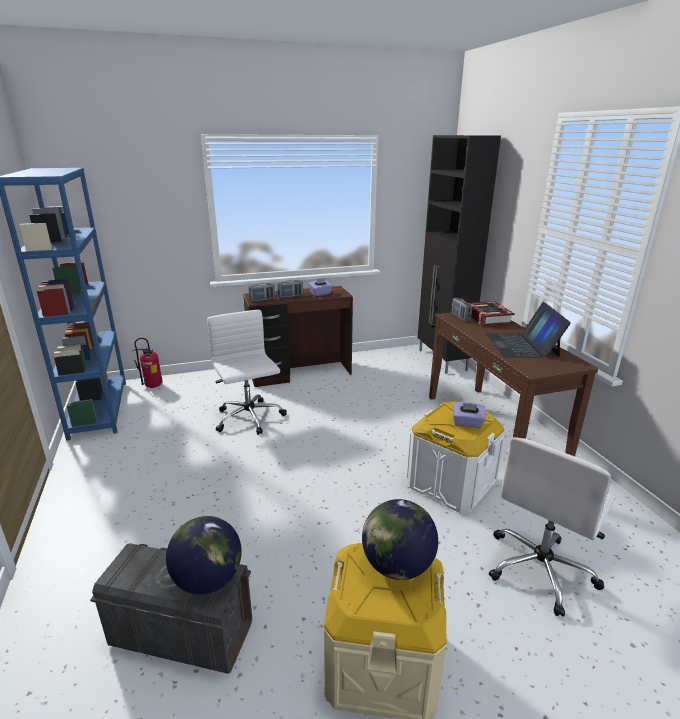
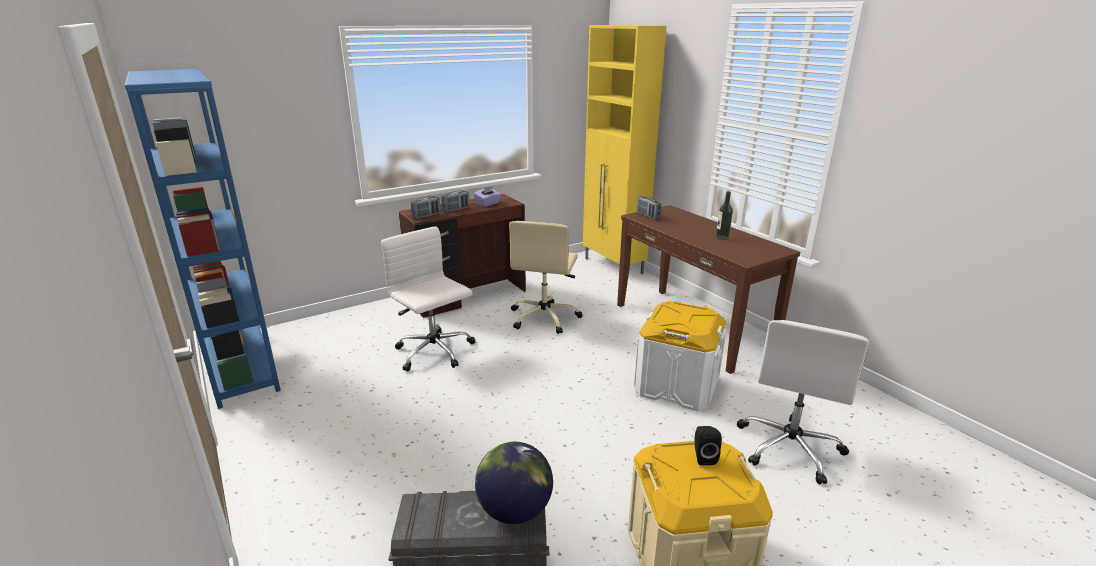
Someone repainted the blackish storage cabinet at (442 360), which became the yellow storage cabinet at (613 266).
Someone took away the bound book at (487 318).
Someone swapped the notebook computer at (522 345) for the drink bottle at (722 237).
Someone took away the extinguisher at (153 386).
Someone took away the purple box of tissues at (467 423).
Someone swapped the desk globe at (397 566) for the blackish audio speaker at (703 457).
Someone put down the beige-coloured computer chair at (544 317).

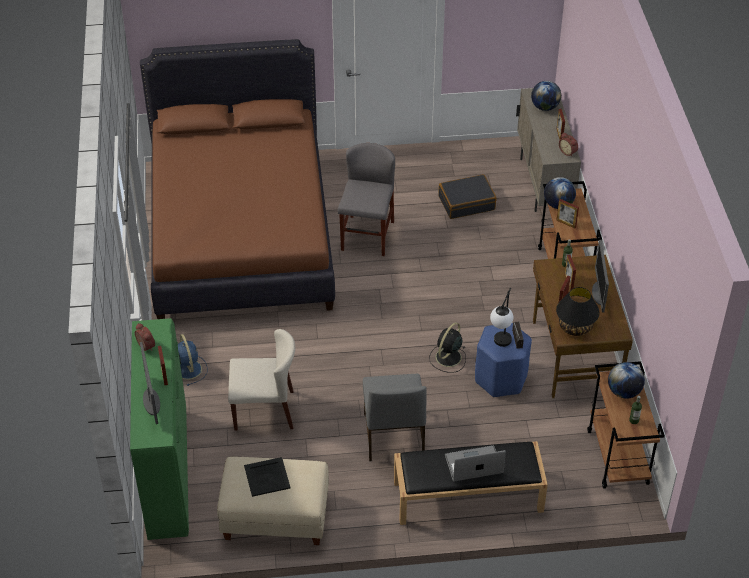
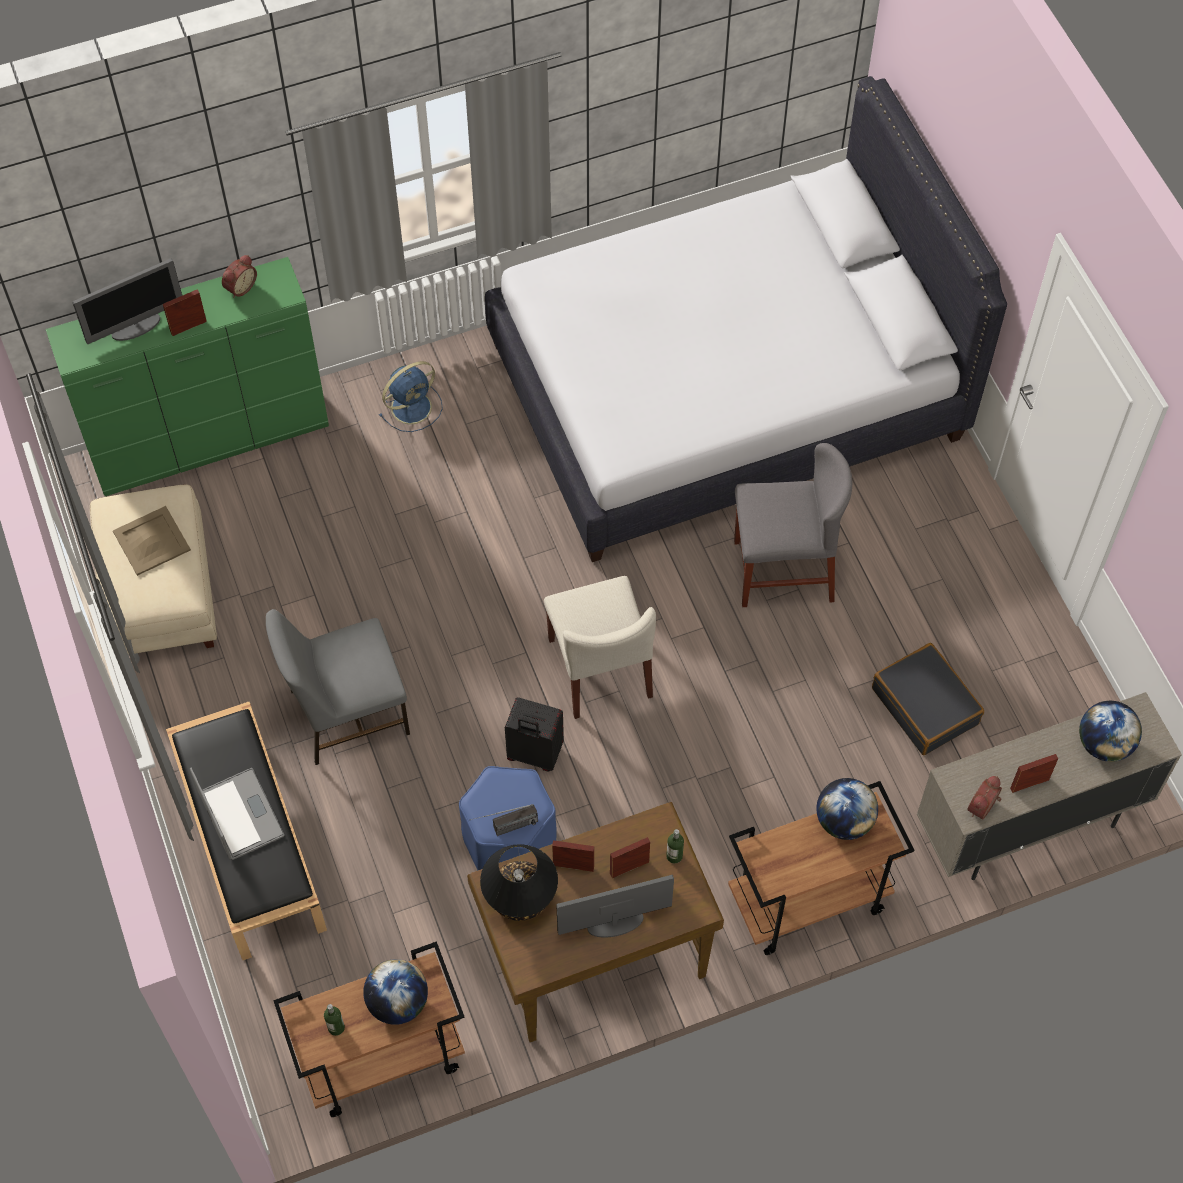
Someone repainted the brownish bedroom bed at (240 233), which became the white-coloured bedroom bed at (725 389).
Someone took away the standing frame at (566 223).
Someone took away the table lamp at (500 345).
Someone swapped the blackish cooling fan at (447 358) for the blackish suitcase at (534 754).
Someone carried the beige-coloured upright chair from (265 410) to (600 668).
Someone repainted the blackish serving tray at (267 477), which became the beige-coloured serving tray at (151 541).

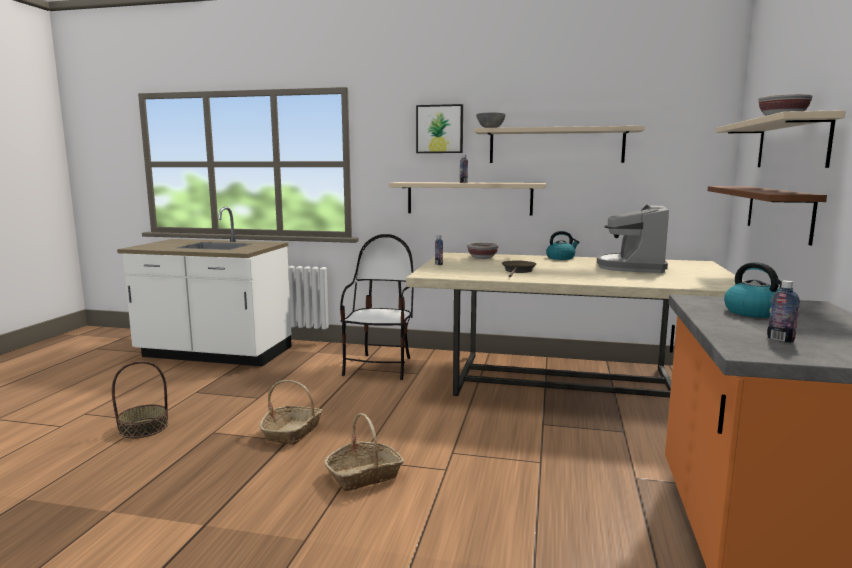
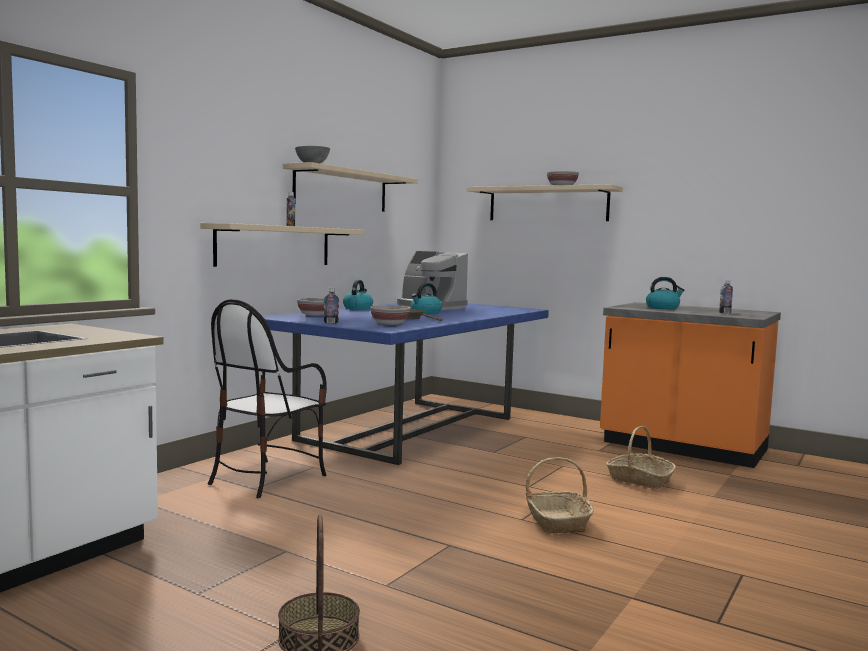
Someone took away the wall art at (440 129).
Someone took away the brownish wall shelf at (778 212).
Someone rotated the upright chair at (380 367) by 90 degrees counterclockwise.
Someone repainted the beige-coloured kitchen table at (566 382), which became the blue-coloured kitchen table at (411 428).
Someone carried the household basket from (292 432) to (639 479).
Someone put down the kettle at (425 312).
Someone put down the deep dish at (389 324).

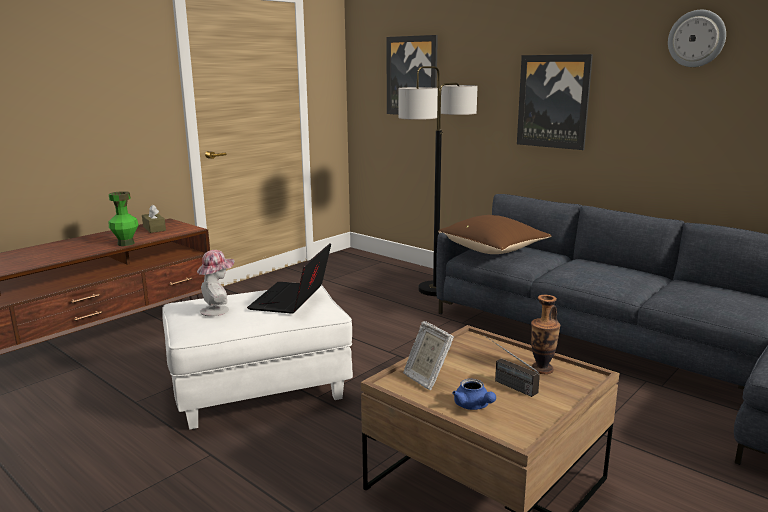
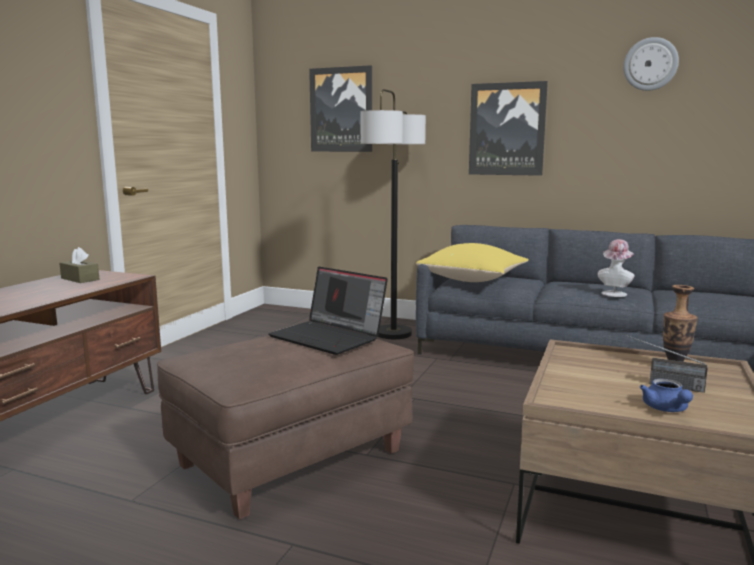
Someone took away the green decorative vase at (126 243).
Someone repainted the brownish pillow at (494 251), which became the yellow pillow at (473 280).
Someone rotated the notebook computer at (292 299) by 45 degrees counterclockwise.
Someone carried the hat from (218 310) to (614 293).
Someone repainted the white-coloured ottoman at (260 391), which became the brownish ottoman at (291 459).
Someone took away the standing frame at (426 378).
Someone rotated the blue-coloured pot for tea at (473 406) by 45 degrees clockwise.

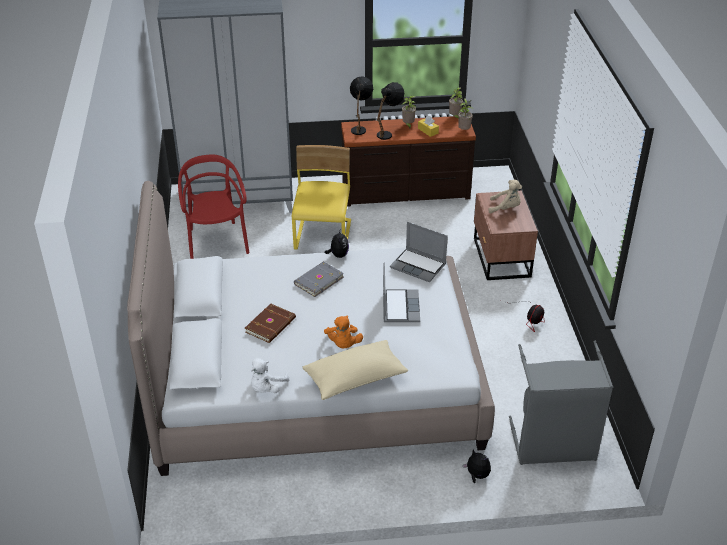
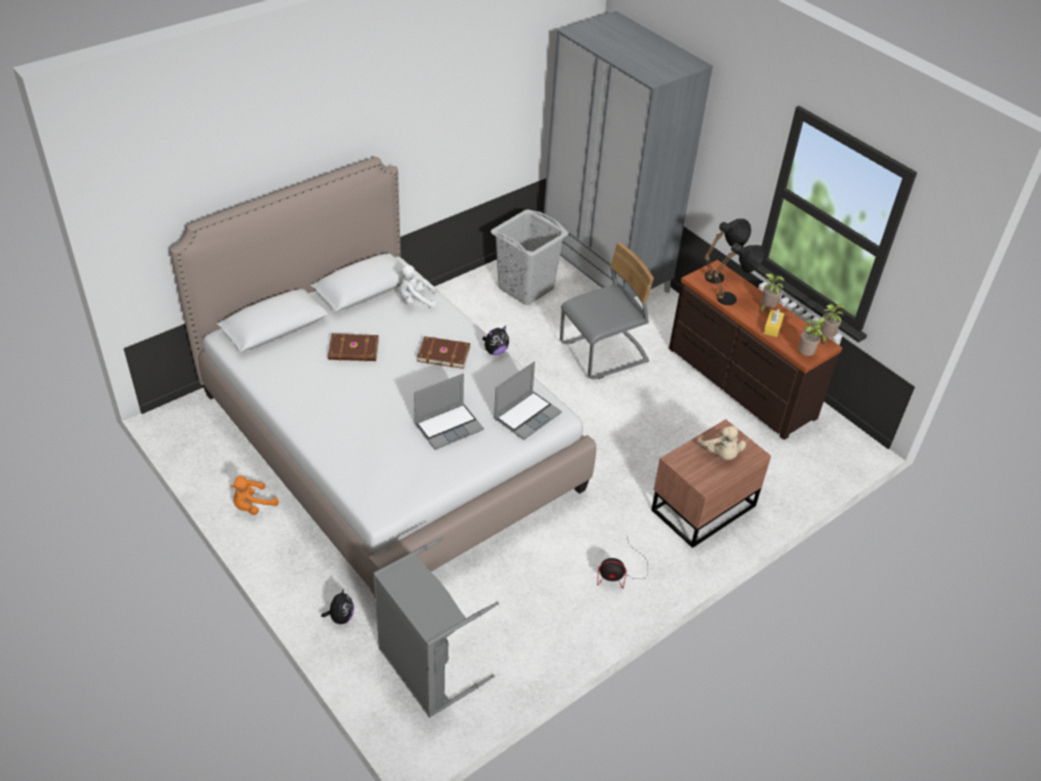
Someone repainted the yellow upright chair at (323 236), which became the grey upright chair at (604 354).
Someone swapped the red-coloured upright chair at (216 242) for the grey hamper at (526 288).
Someone rotated the notebook computer at (419 266) by 135 degrees counterclockwise.
Someone repainted the grey bound book at (318 280), which became the brownish bound book at (443 353).
Someone carried the orangey soft toy from (343 344) to (253 506).
Someone took away the beige-coloured pillow at (355 379).
Someone carried the white-coloured soft toy from (266 388) to (416 301).

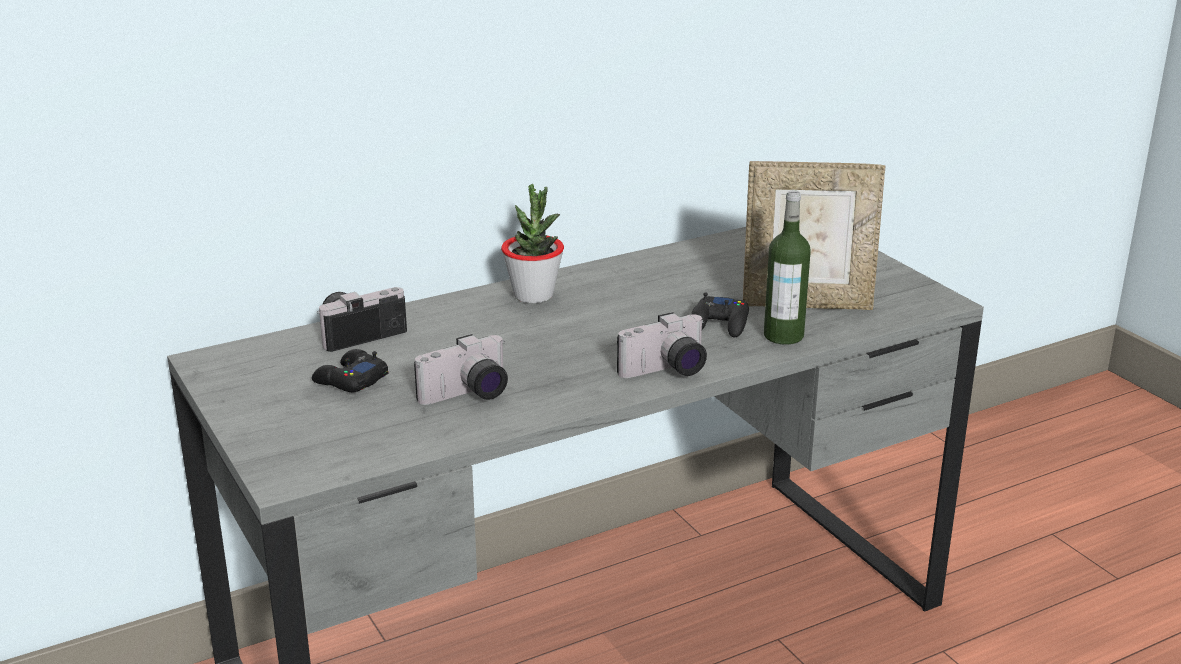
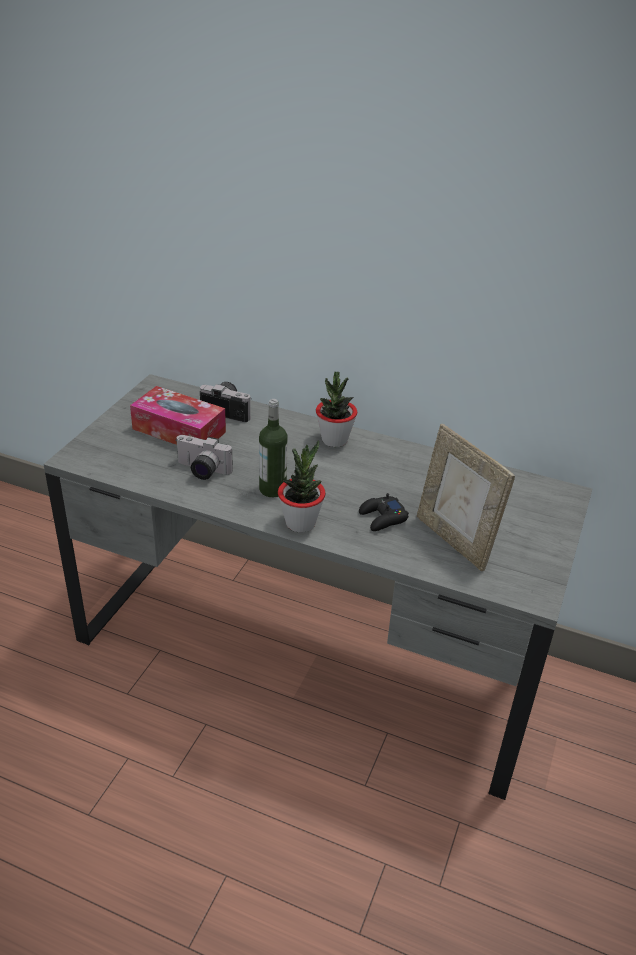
Someone carried the drink bottle from (783 336) to (272 489).
Someone swapped the photo camera at (666 371) for the plant in a pot at (300 523).
Someone swapped the blackish game controller at (350 380) for the box of tissues at (179 430).

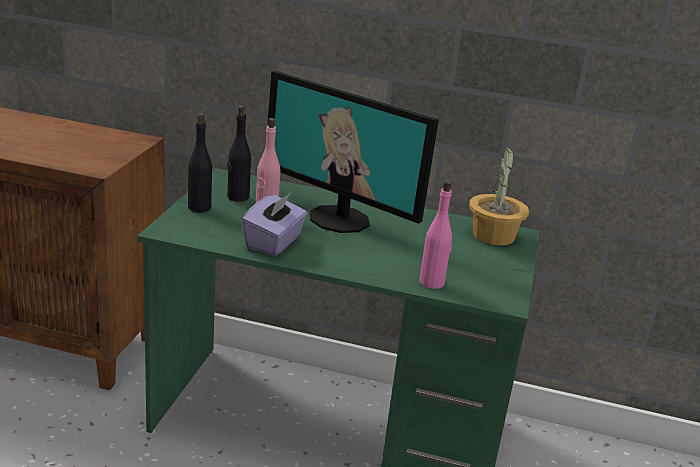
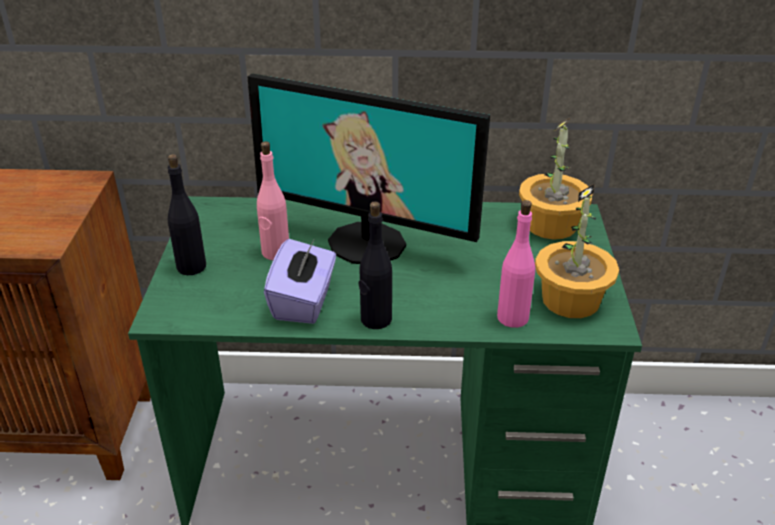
Someone carried the blackish drink bottle from (237 197) to (375 319).
Someone put down the plant in a pot at (572 300).

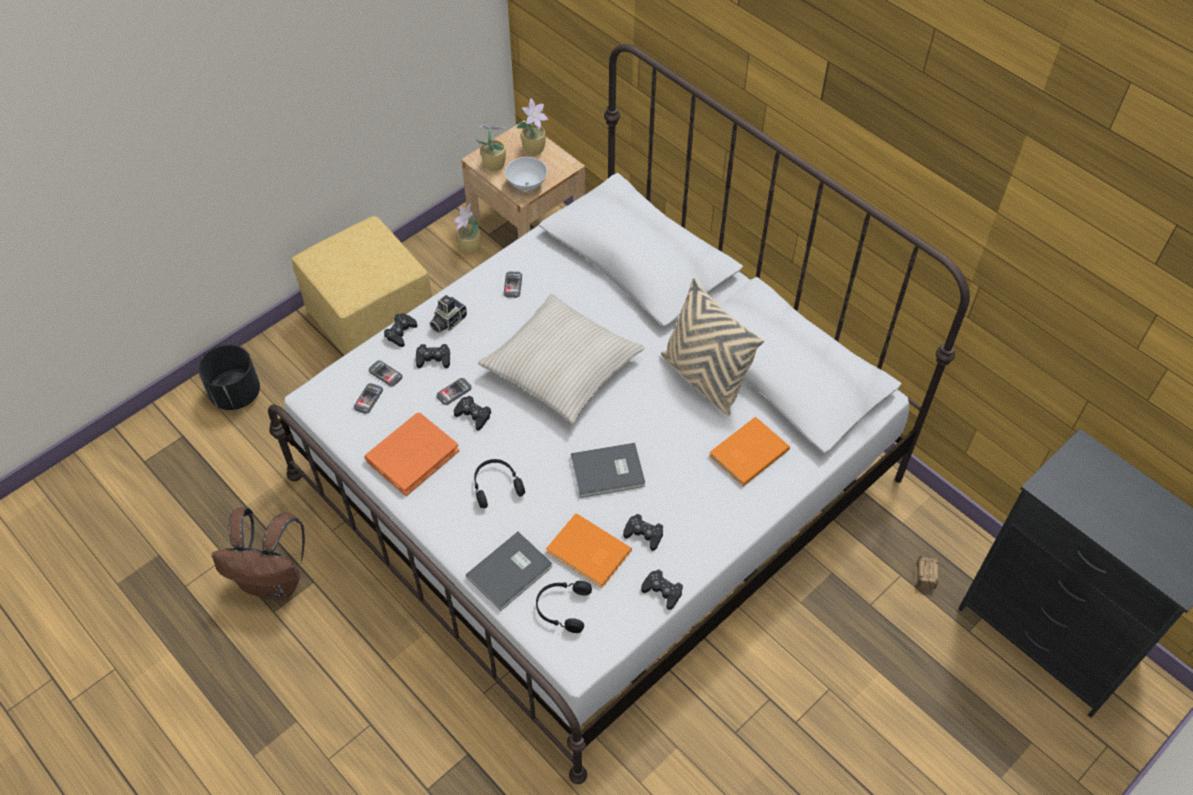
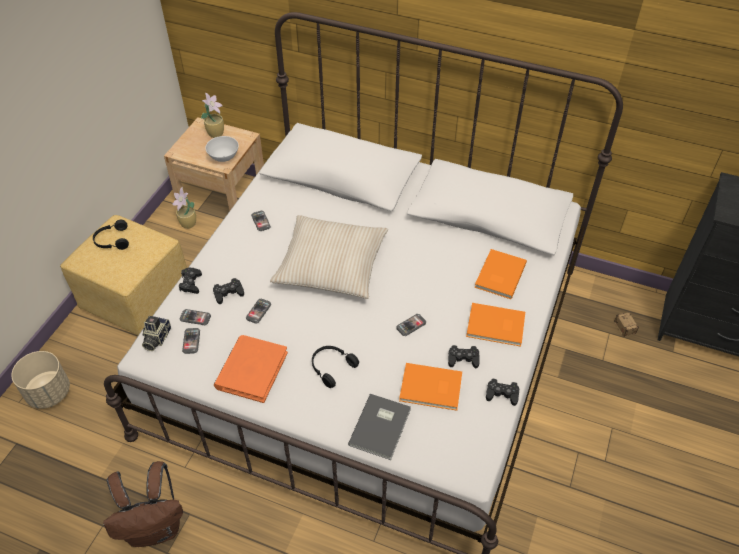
Someone took away the plant in a pot at (493 164).
Someone took away the beige-coloured pillow at (704 378).
Someone carried the photo camera from (447 321) to (156 338).
Someone repainted the blackish plant pot at (235 394), which became the beige-coloured plant pot at (48 393).
Someone took away the blackish game controller at (473 415).
Someone swapped the grey bound book at (609 473) for the telephone at (411 325).
Someone carried the blackish headphones from (562 608) to (112 240).
Someone put down the orangey bound book at (496 327).

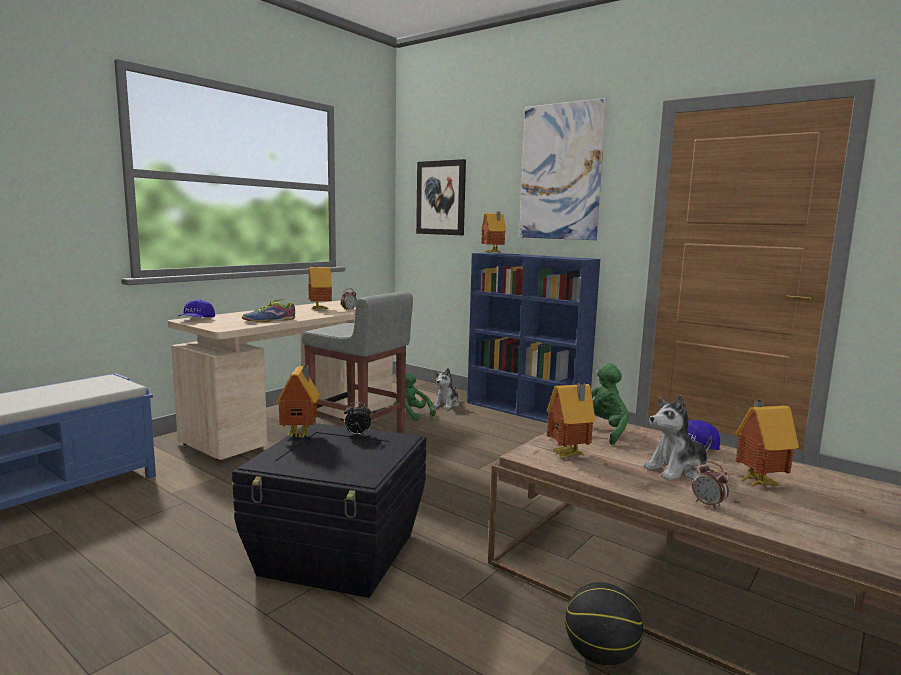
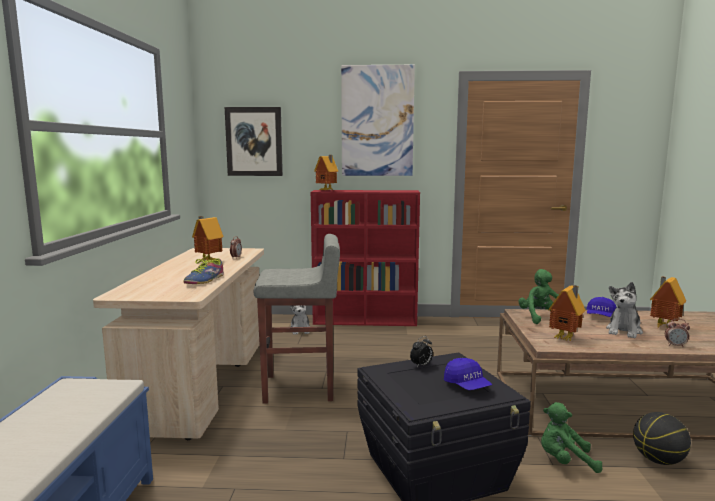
Someone repainted the blue-coloured bookcase at (526 411), which became the red-coloured bookcase at (366 321).
Someone carried the blue-coloured cap from (196 320) to (467 386).
Someone took away the miniature house at (301 435).
Someone carried the green soft toy from (411 415) to (565 461).

